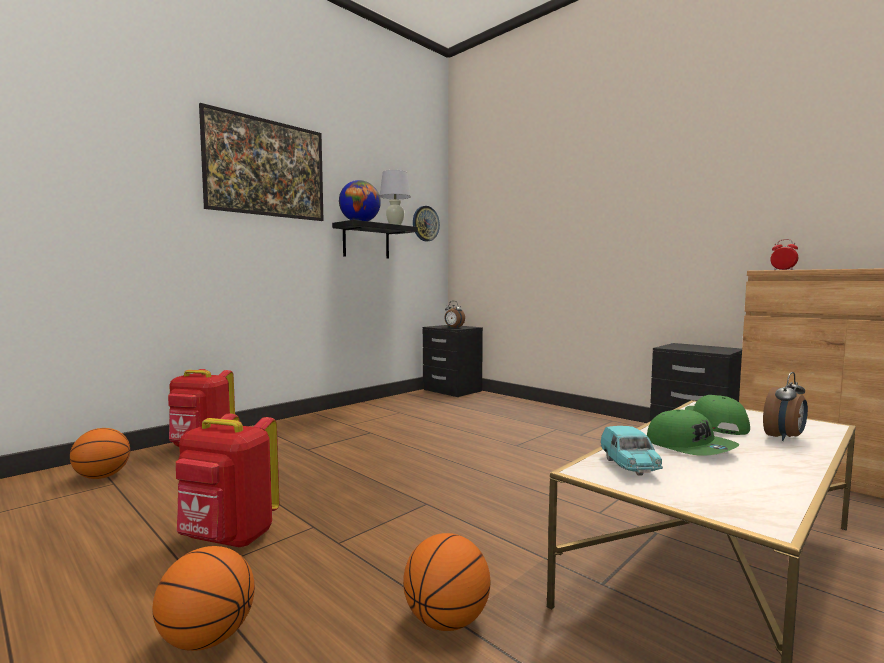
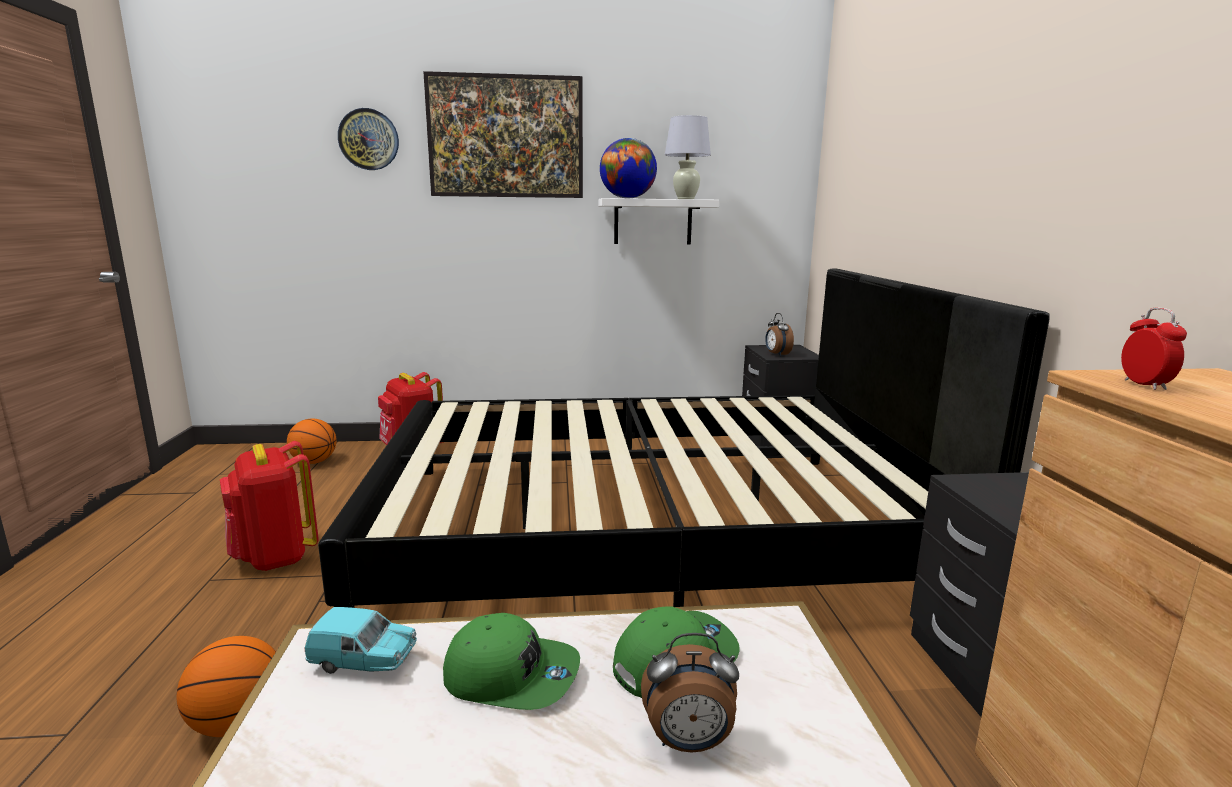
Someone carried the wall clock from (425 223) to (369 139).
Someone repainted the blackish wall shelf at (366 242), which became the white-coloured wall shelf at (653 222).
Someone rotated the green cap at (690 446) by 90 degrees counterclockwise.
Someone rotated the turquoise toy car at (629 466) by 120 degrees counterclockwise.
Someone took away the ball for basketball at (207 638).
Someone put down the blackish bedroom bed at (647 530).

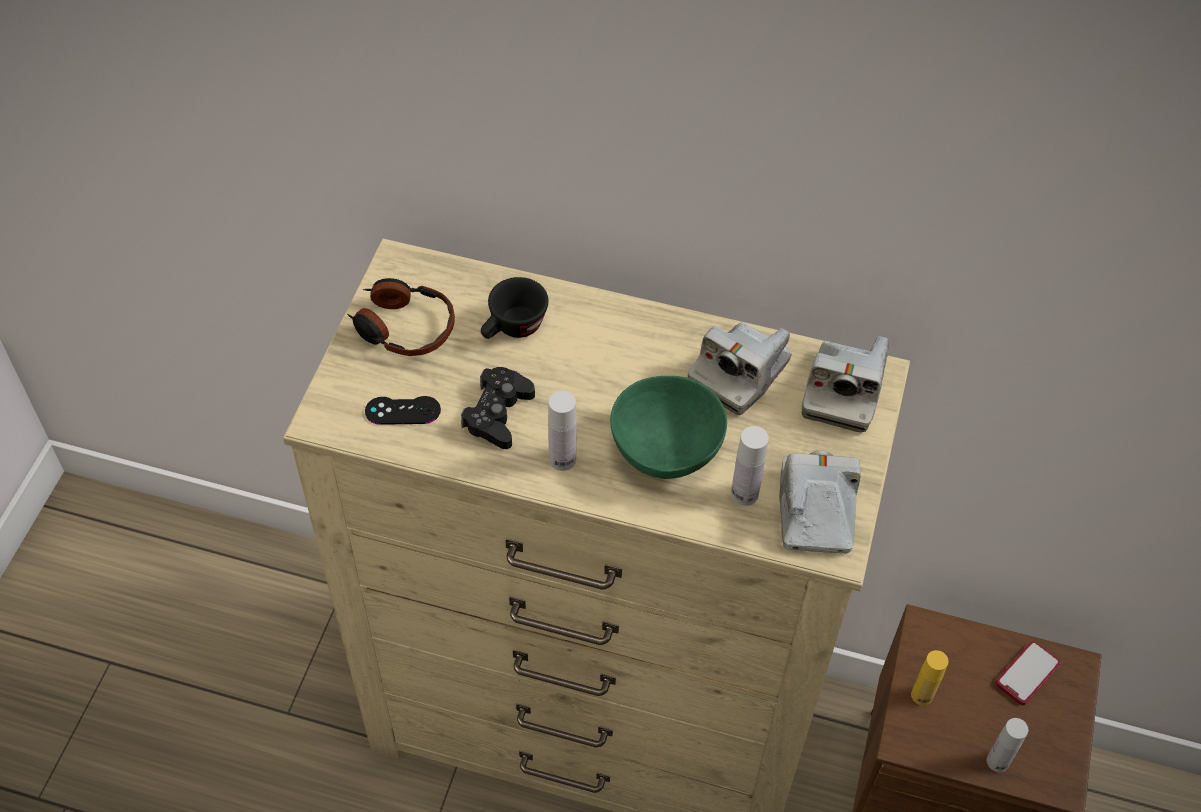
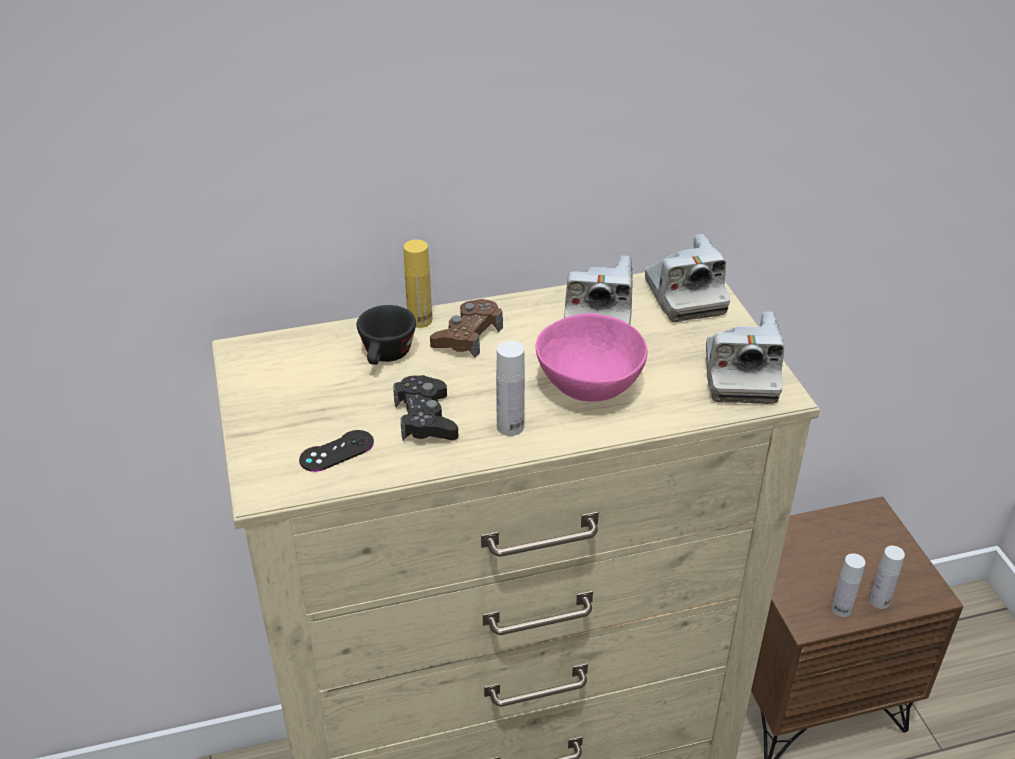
Someone took away the headphones at (403 327).
Someone repainted the green deep dish at (663 452), which became the pink deep dish at (588 388).
Someone carried the white-coloured drink bottle from (744 494) to (841 609).
Someone rotated the photo camera at (815 511) by 150 degrees counterclockwise.
Someone took away the telephone at (1027 674).
Someone carried the yellow drink bottle from (922 695) to (420 320).
Someone put down the brownish game controller at (467 336).

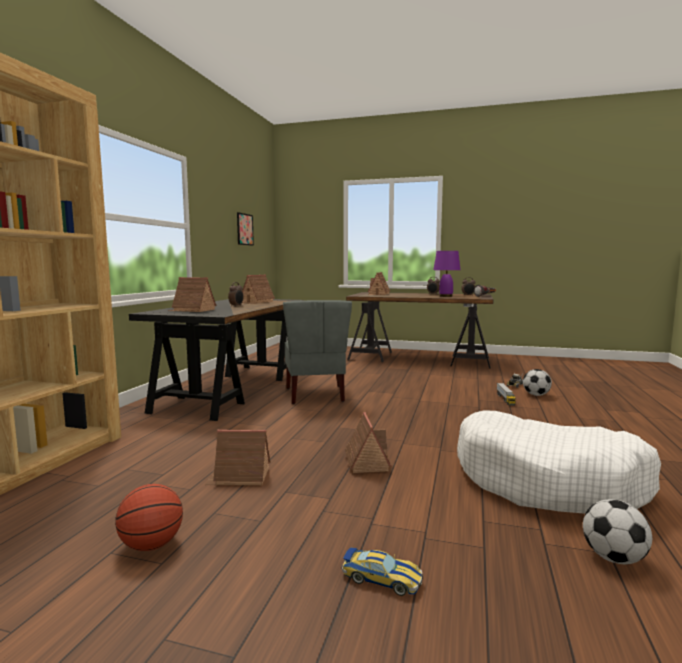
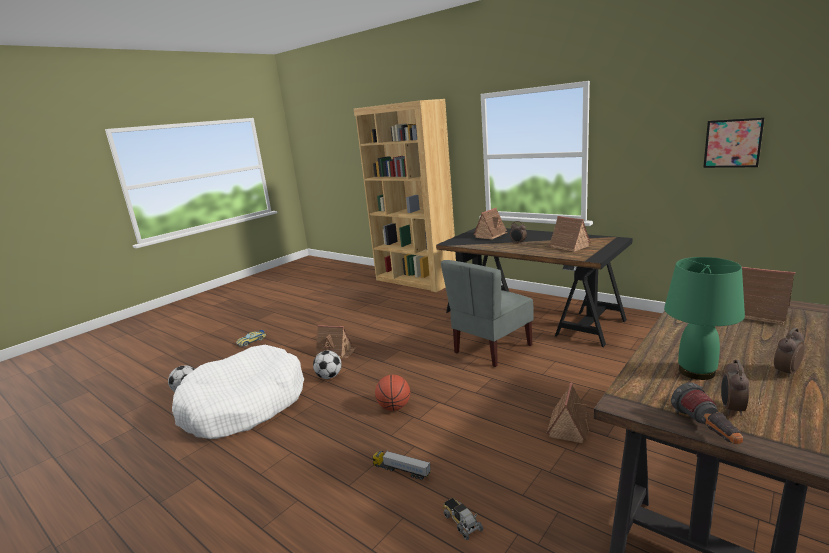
Someone repainted the purple table lamp at (446 296), which became the green table lamp at (696 372).
Someone rotated the grey upright chair at (316 395) by 60 degrees counterclockwise.
Someone carried the football from (536 395) to (329 376).
Someone carried the miniature house from (239 476) to (568 427).
Someone carried the ball for basketball from (151 545) to (394 407).

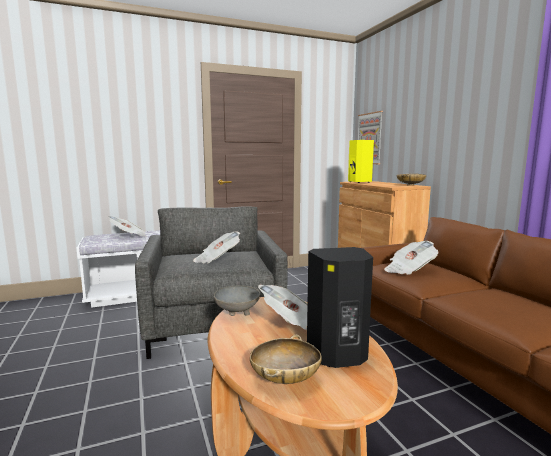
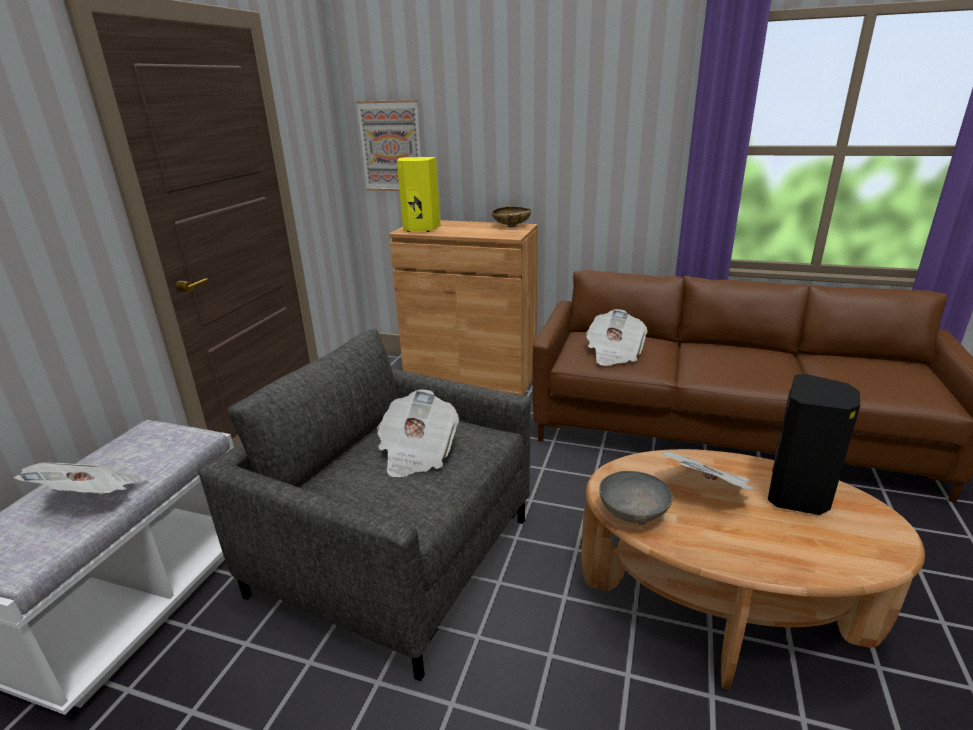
Someone took away the beige-coloured deep dish at (285 379).

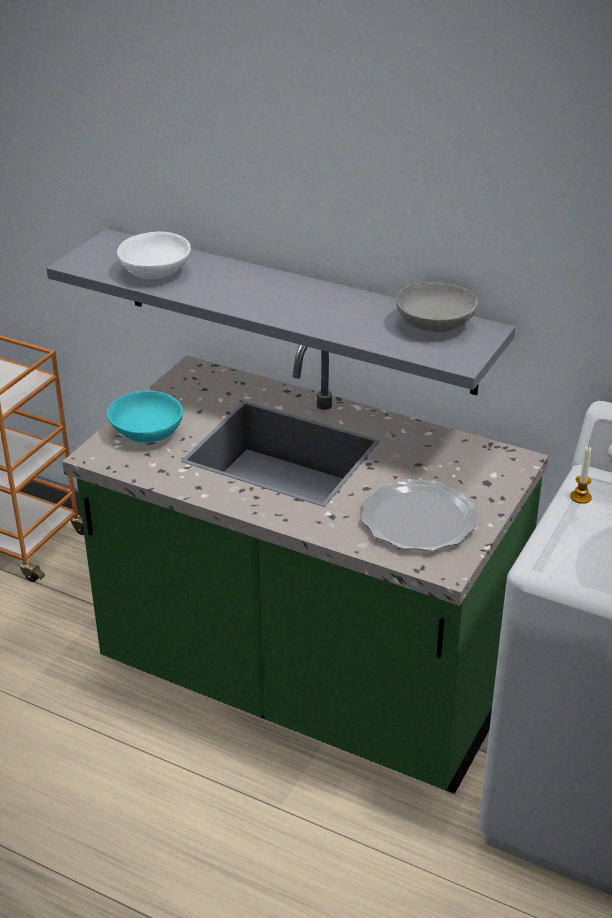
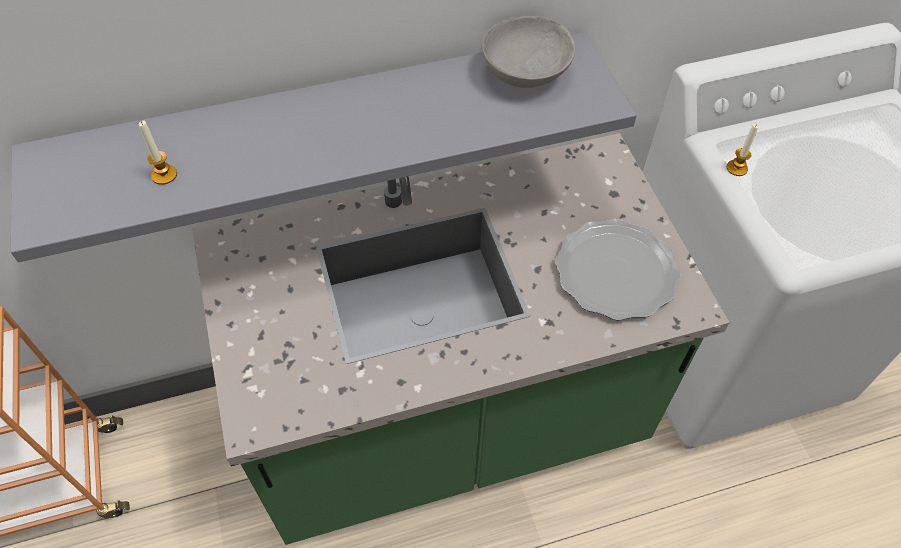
Someone swapped the white-coloured deep dish at (156 273) for the wax candle at (164 175).
Someone took away the turquoise deep dish at (148 433).

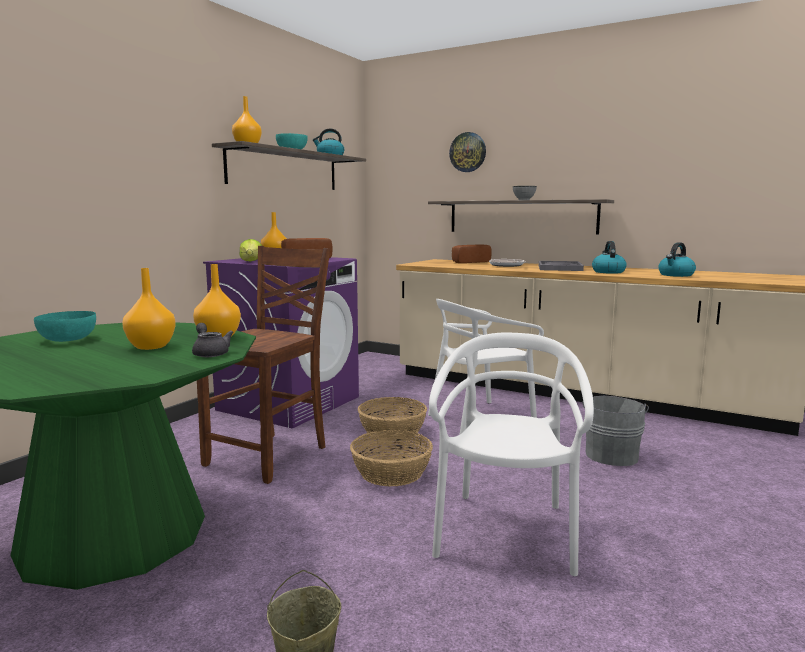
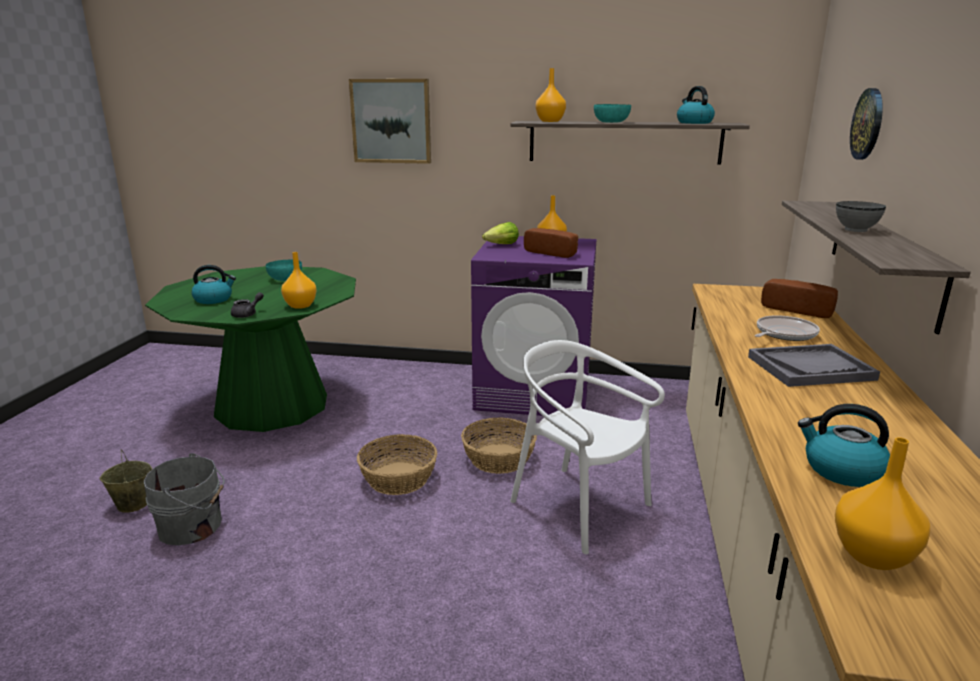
Someone carried the kettle from (608 272) to (214 299).
Someone took away the brownish upright chair at (270 456).
Someone carried the orangey decorative vase from (151 347) to (873 556).
Someone took away the white-coloured upright chair at (506 533).
Someone carried the grey water bucket from (612 454) to (193 526).
Someone put up the wall art at (391 121).

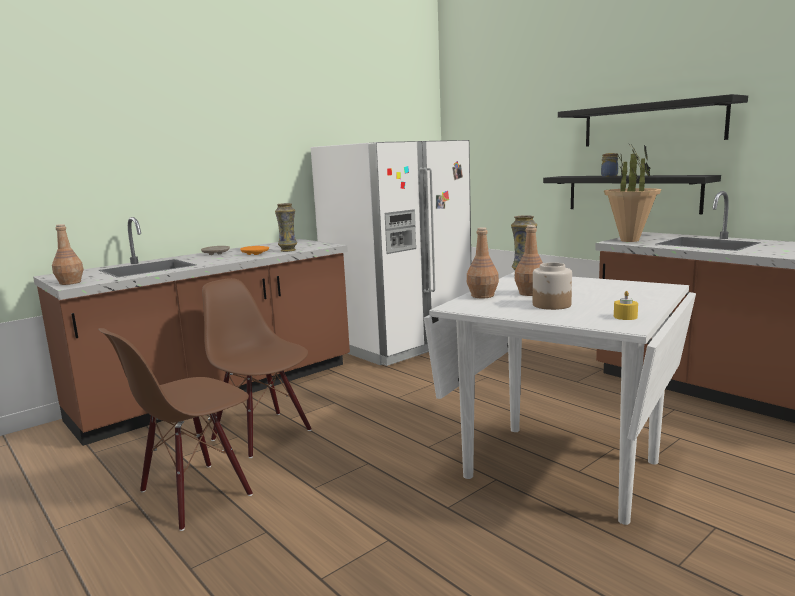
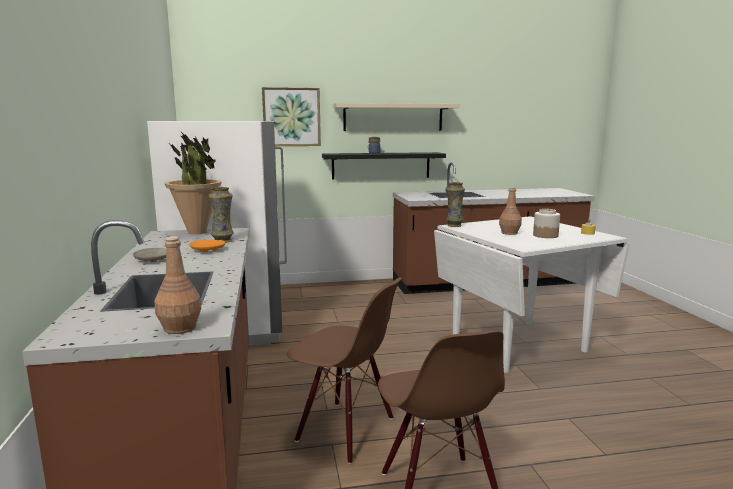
Someone repainted the blackish wall shelf at (652 124), which became the beige-coloured wall shelf at (393 117).
Someone carried the plant in a pot from (630 240) to (197 232).
Someone took away the brownish drink bottle at (482 296).
Someone rotated the brownish upright chair at (263 434) by 135 degrees counterclockwise.
Someone put up the wall art at (291 117).

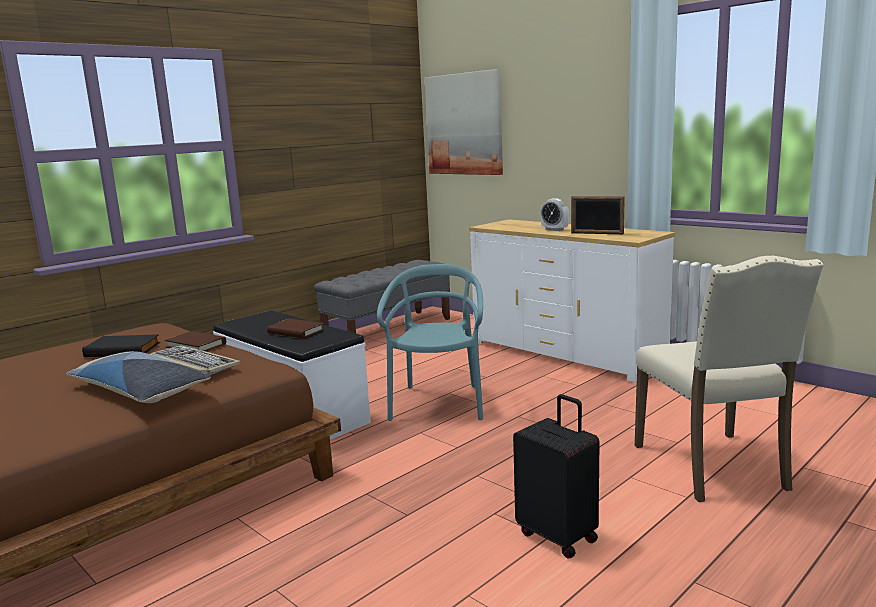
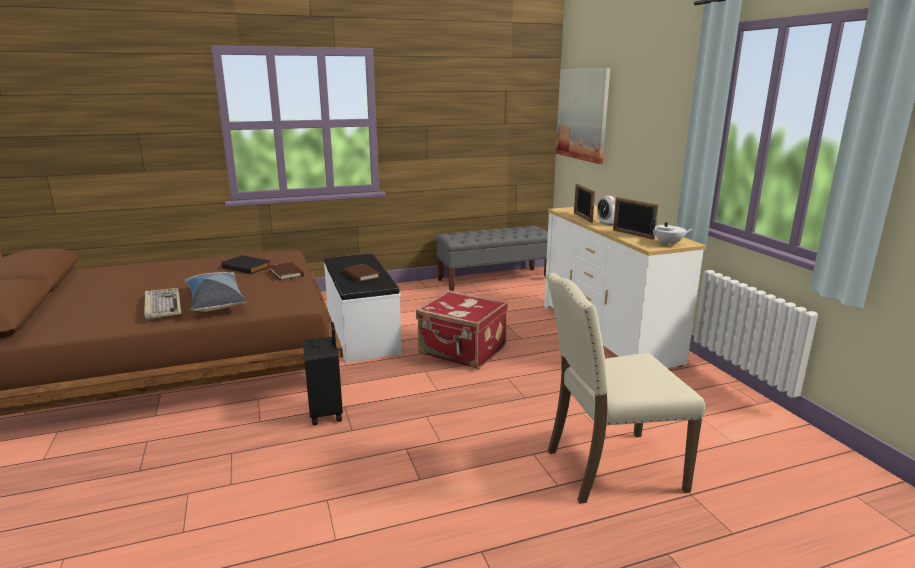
Someone rotated the beige-coloured upright chair at (713 467) by 60 degrees clockwise.
Someone swapped the turquoise upright chair at (438 403) for the red-coloured suitcase at (462 351).
Someone carried the computer keyboard from (190 364) to (162 305).
Someone carried the blackish suitcase from (558 536) to (327 412).
Someone put down the standing frame at (582 217).
Someone put down the white-coloured pot for tea at (668 244).

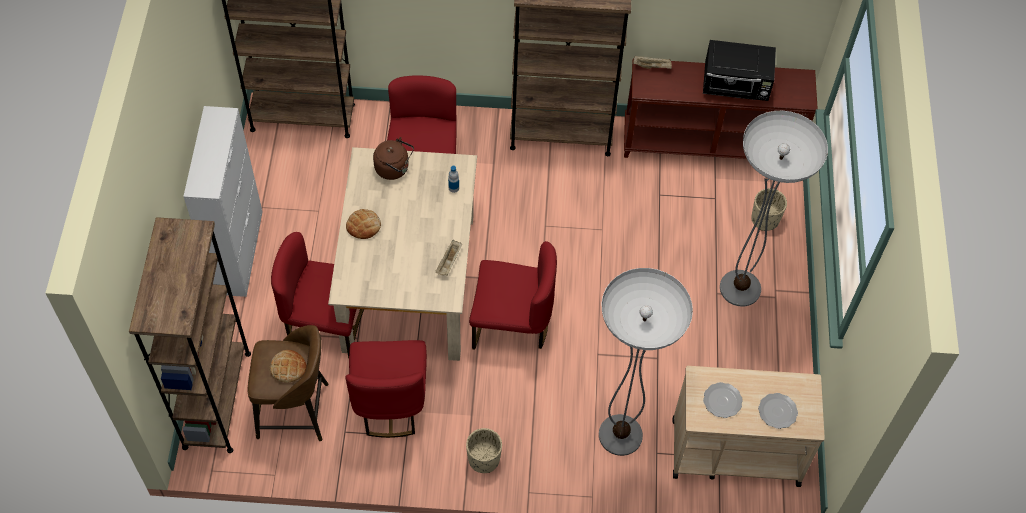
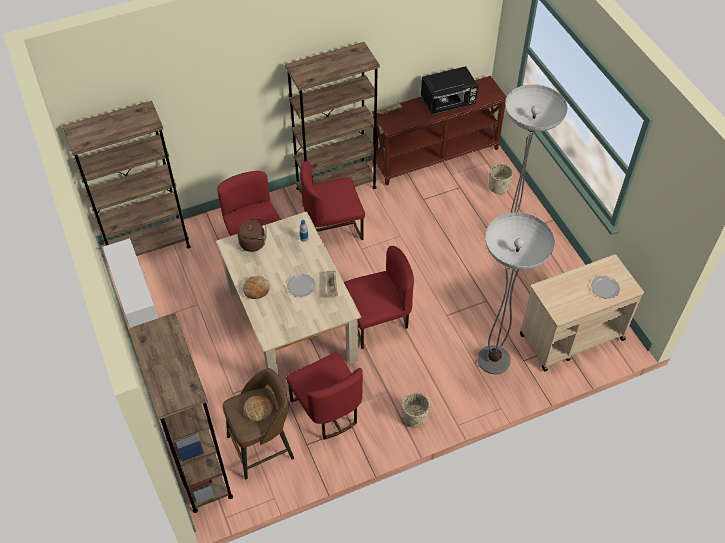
Someone carried the red-coloured upright chair from (326 323) to (333 227).
Someone carried the dinner plate from (722 401) to (301 286).

